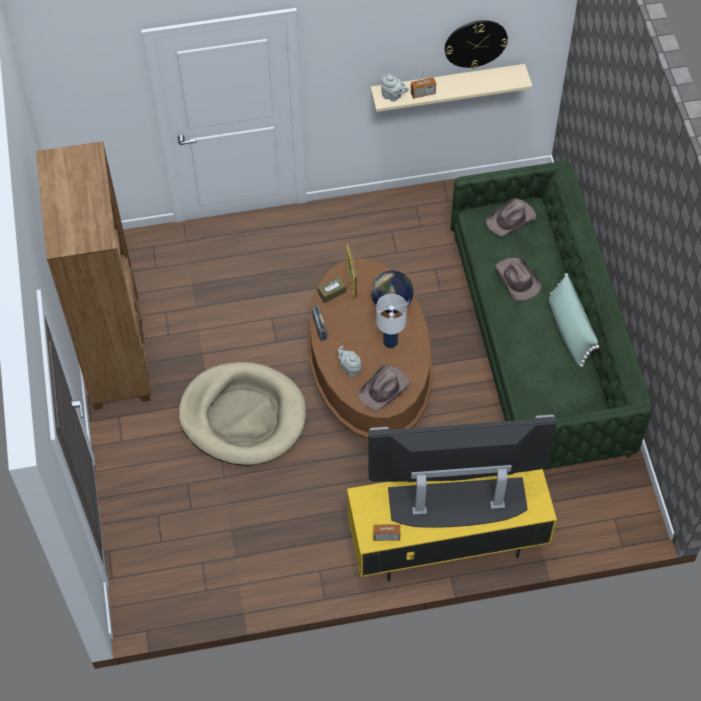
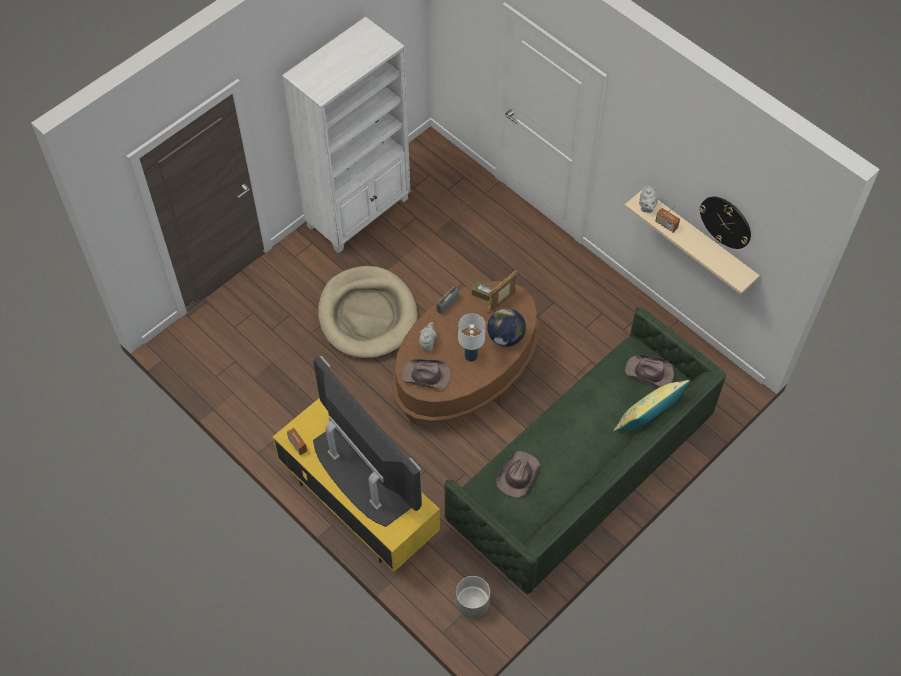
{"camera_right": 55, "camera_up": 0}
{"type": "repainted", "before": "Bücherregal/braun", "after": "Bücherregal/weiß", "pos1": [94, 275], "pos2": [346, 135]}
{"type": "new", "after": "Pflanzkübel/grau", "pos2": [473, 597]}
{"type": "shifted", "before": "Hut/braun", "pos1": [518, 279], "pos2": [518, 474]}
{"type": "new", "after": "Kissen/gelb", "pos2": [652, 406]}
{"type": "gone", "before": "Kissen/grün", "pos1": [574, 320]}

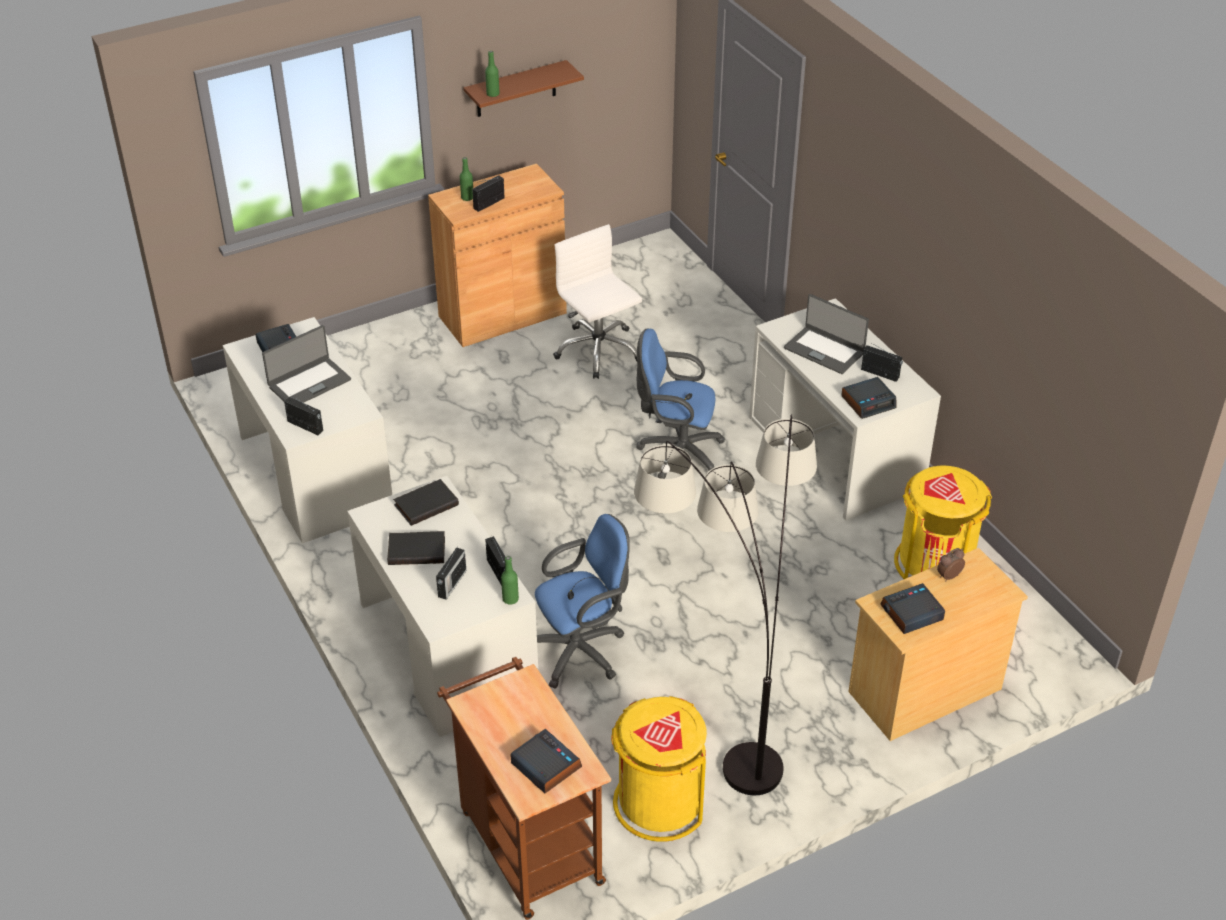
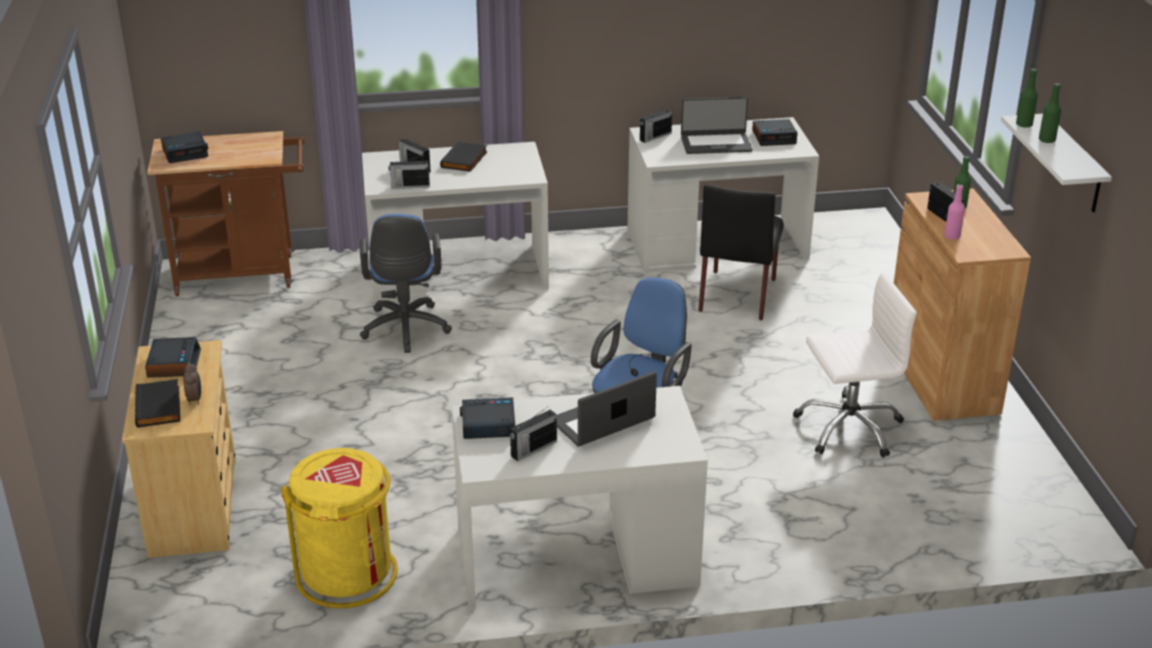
{"camera_right": 110, "camera_up": -10}
{"type": "shifted", "before": "Buch/schwarz", "pos1": [426, 502], "pos2": [157, 403]}
{"type": "rotated", "before": "Wecker", "pos1": [868, 398], "pos2": [487, 418], "turn": 90}
{"type": "rotated", "before": "Laptop", "pos1": [306, 364], "pos2": [717, 125], "turn": -75}
{"type": "new", "after": "Stuhl/schwarz", "pos2": [741, 252]}
{"type": "new", "after": "Flasche/rosa", "pos2": [955, 212]}
{"type": "repainted", "before": "Wandregal/braun", "after": "Wandregal/weiß", "pos1": [523, 88], "pos2": [1056, 163]}
{"type": "shifted", "before": "Flasche/grün", "pos1": [510, 580], "pos2": [1050, 113]}
{"type": "gone", "before": "Mülleimer/gelb", "pos1": [659, 769]}
{"type": "gone", "before": "Stehlampe", "pos1": [725, 605]}

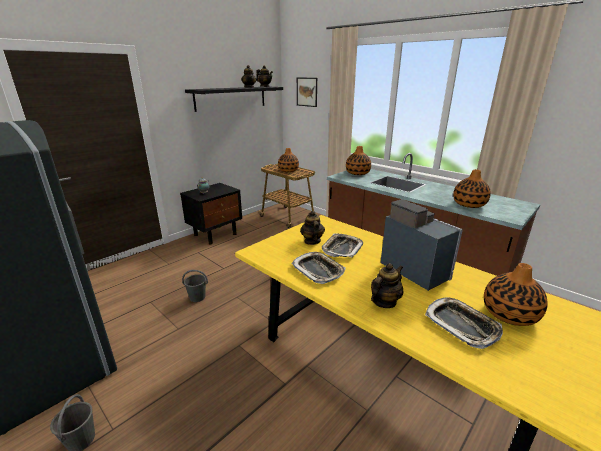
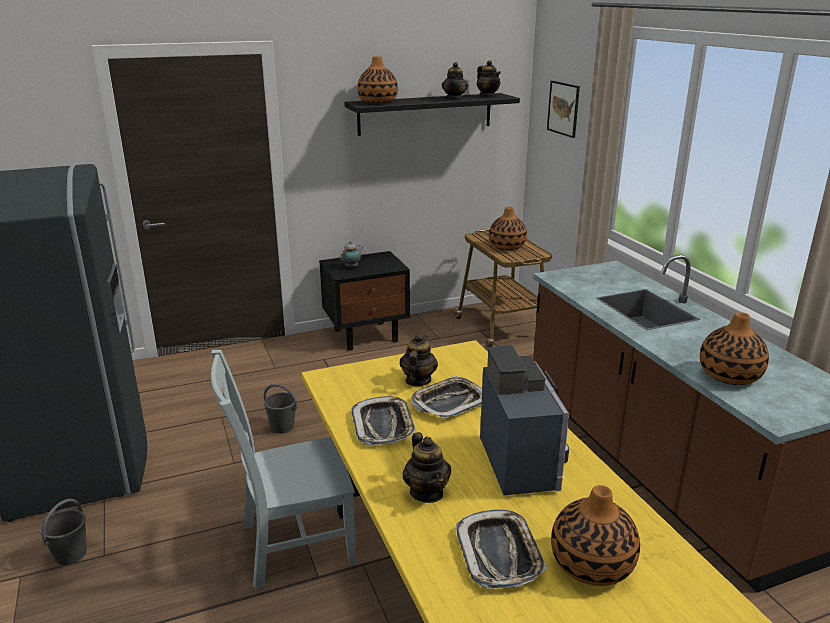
{"camera_right": 25, "camera_up": 0}
{"type": "new", "after": "Stuhl/grau", "pos2": [284, 469]}
{"type": "shifted", "before": "Vase", "pos1": [358, 160], "pos2": [377, 80]}
{"type": "rotated", "before": "Teekanne", "pos1": [387, 285], "pos2": [427, 467], "turn": 90}

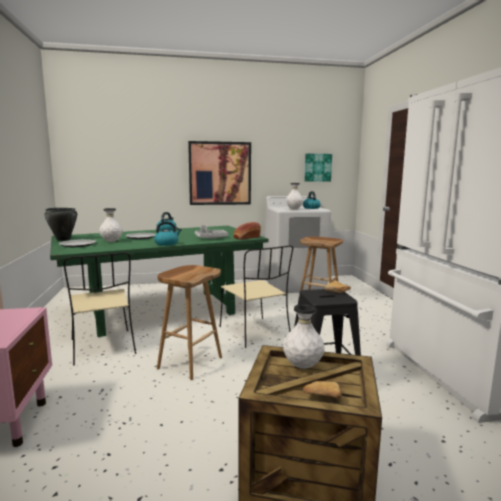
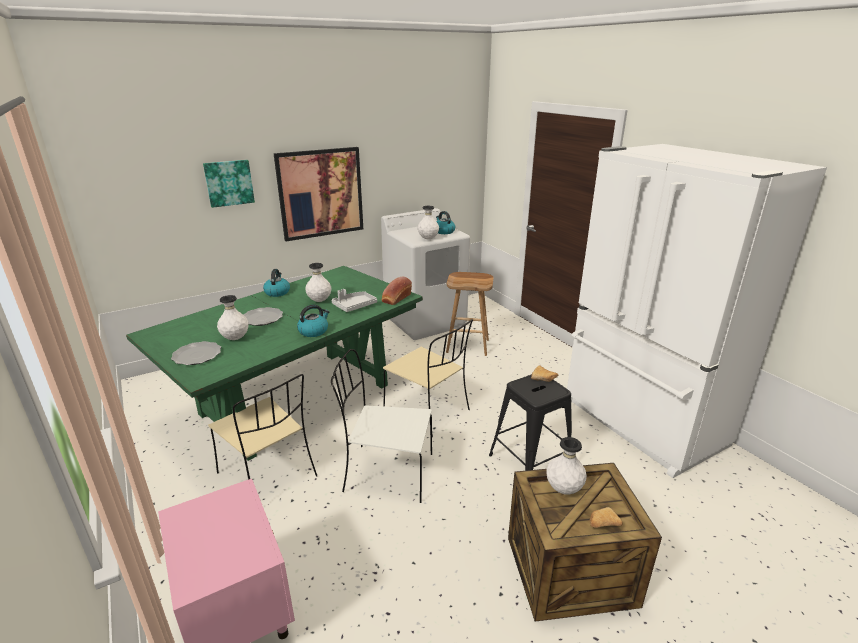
{"camera_right": -20, "camera_up": 15}
{"type": "shifted", "before": "Bild", "pos1": [318, 168], "pos2": [229, 184]}
{"type": "new", "after": "Vase/weiß", "pos2": [318, 282]}
{"type": "swapped", "before": "Hocker/braun", "after": "Stuhl/weiß", "pos1": [189, 322], "pos2": [381, 426]}
{"type": "gone", "before": "Kochtopf/schwarz", "pos1": [60, 224]}

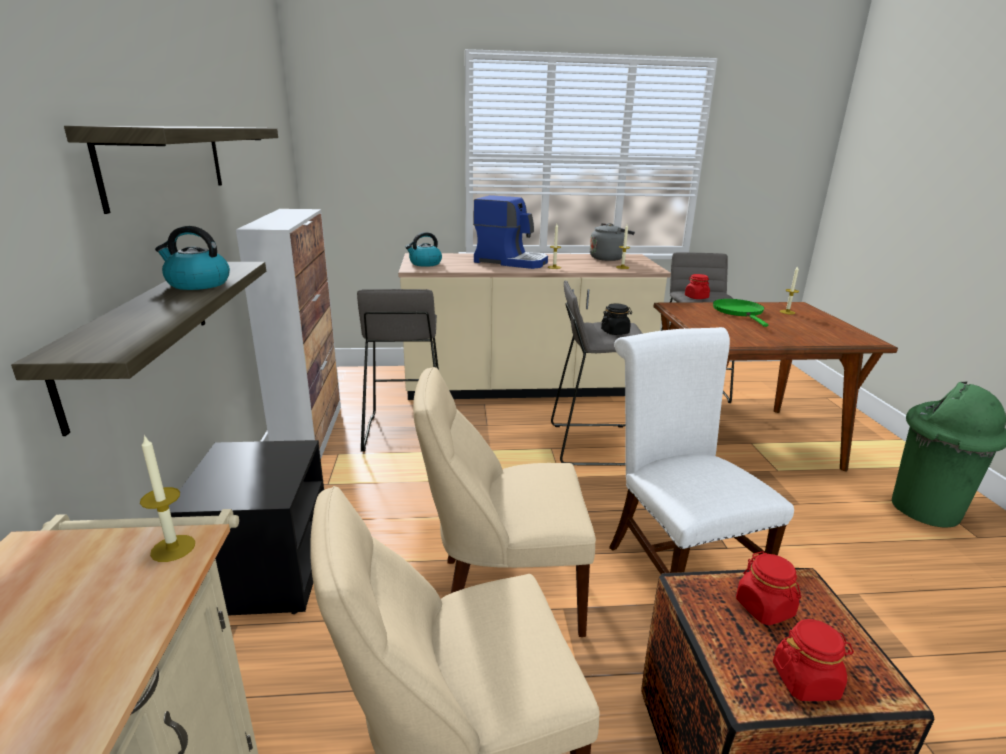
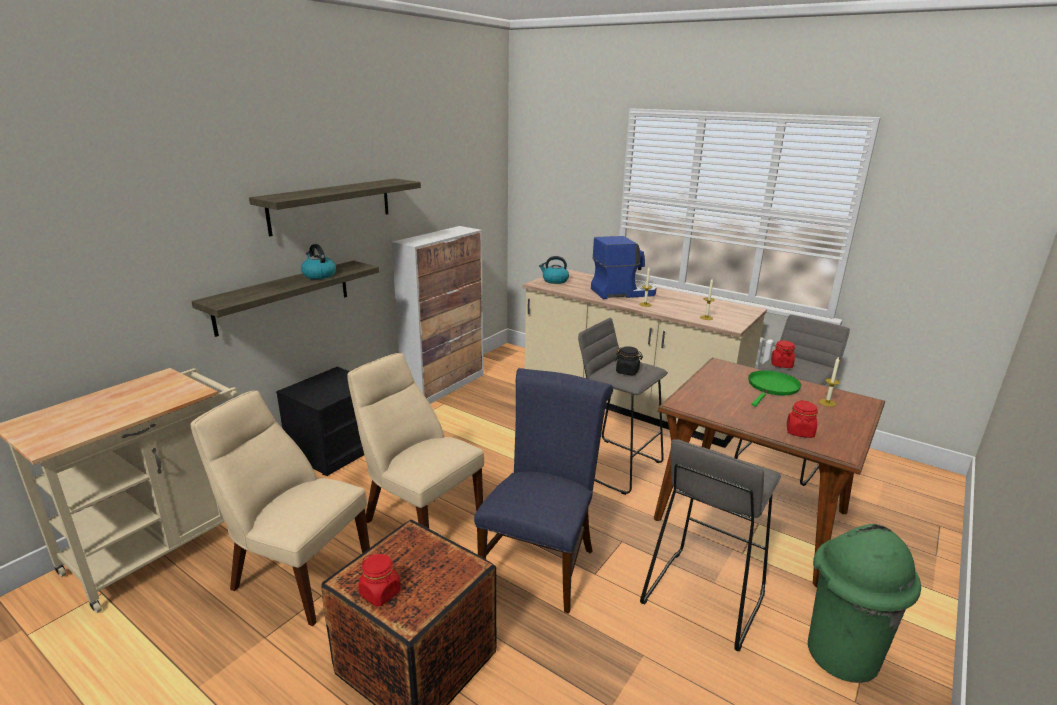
{"camera_right": 40, "camera_up": 0}
{"type": "repainted", "before": "Stuhl/weiß", "after": "Stuhl/blau", "pos1": [701, 450], "pos2": [543, 491]}
{"type": "rotated", "before": "Kaffeemaschine", "pos1": [511, 232], "pos2": [623, 267], "turn": -75}
{"type": "shifted", "before": "Hocker/grau", "pos1": [398, 370], "pos2": [710, 545]}
{"type": "shifted", "before": "Vorratsglas/rot", "pos1": [768, 588], "pos2": [802, 419]}
{"type": "gone", "before": "Kerze", "pos1": [167, 498]}
{"type": "gone", "before": "Wasserkessel/grau", "pos1": [612, 242]}

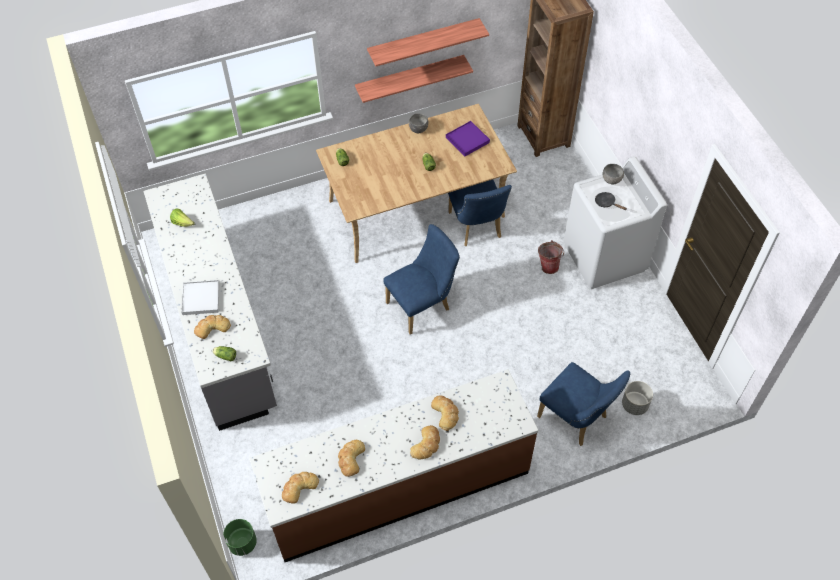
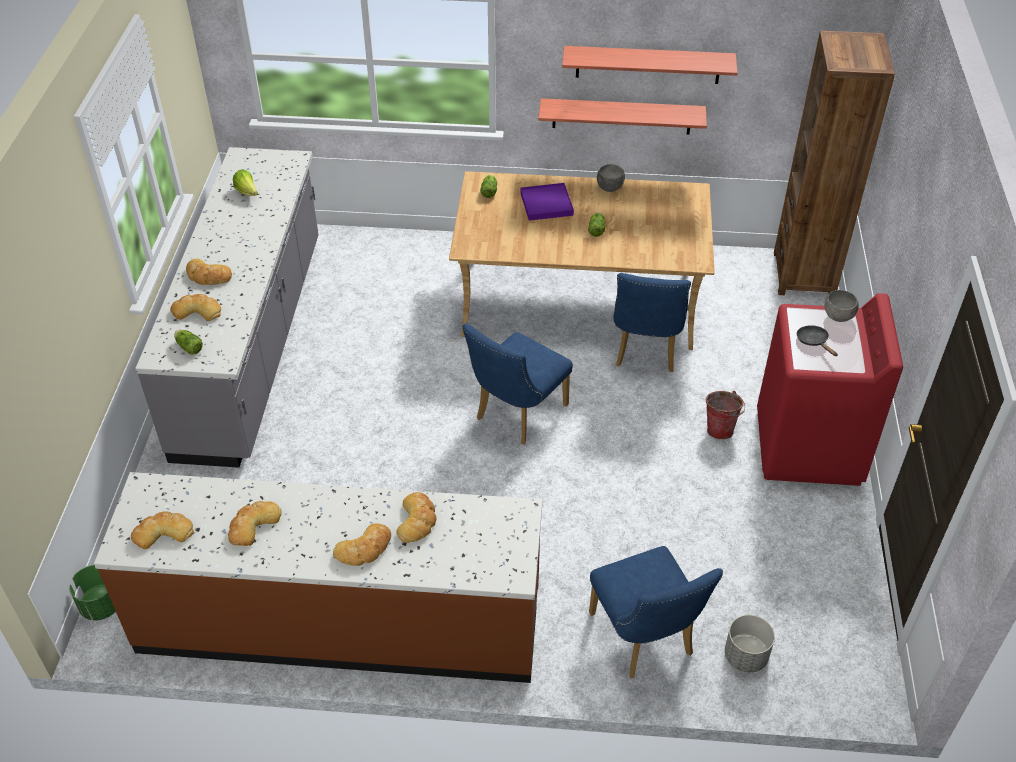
{"camera_right": 25, "camera_up": -10}
{"type": "swapped", "before": "Tablett/weiß", "after": "Brot", "pos1": [200, 297], "pos2": [209, 272]}
{"type": "rotated", "before": "Stuhl/blau", "pos1": [421, 279], "pos2": [517, 384], "turn": 135}
{"type": "shifted", "before": "Tablett/lila", "pos1": [468, 139], "pos2": [547, 202]}
{"type": "repainted", "before": "Waschmaschine/weiß", "after": "Waschmaschine/rot", "pos1": [615, 222], "pos2": [830, 389]}

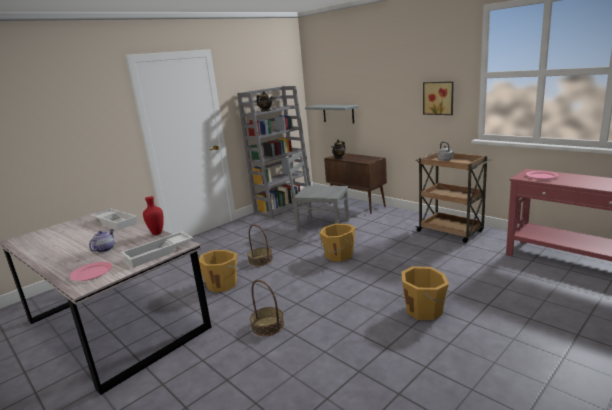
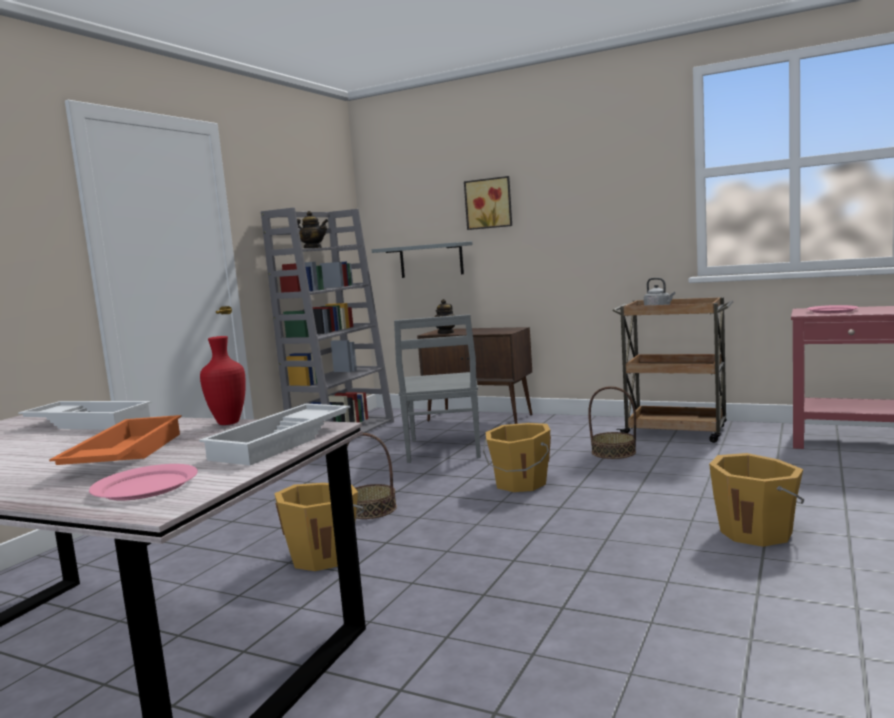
{"camera_right": -20, "camera_up": -10}
{"type": "swapped", "before": "Teekanne", "after": "Tablett/orange", "pos1": [101, 240], "pos2": [115, 440]}
{"type": "rotated", "before": "Stuhl/grau", "pos1": [317, 191], "pos2": [437, 388], "turn": -90}
{"type": "shifted", "before": "Bild", "pos1": [438, 98], "pos2": [488, 203]}
{"type": "shifted", "before": "Korb", "pos1": [267, 308], "pos2": [612, 422]}

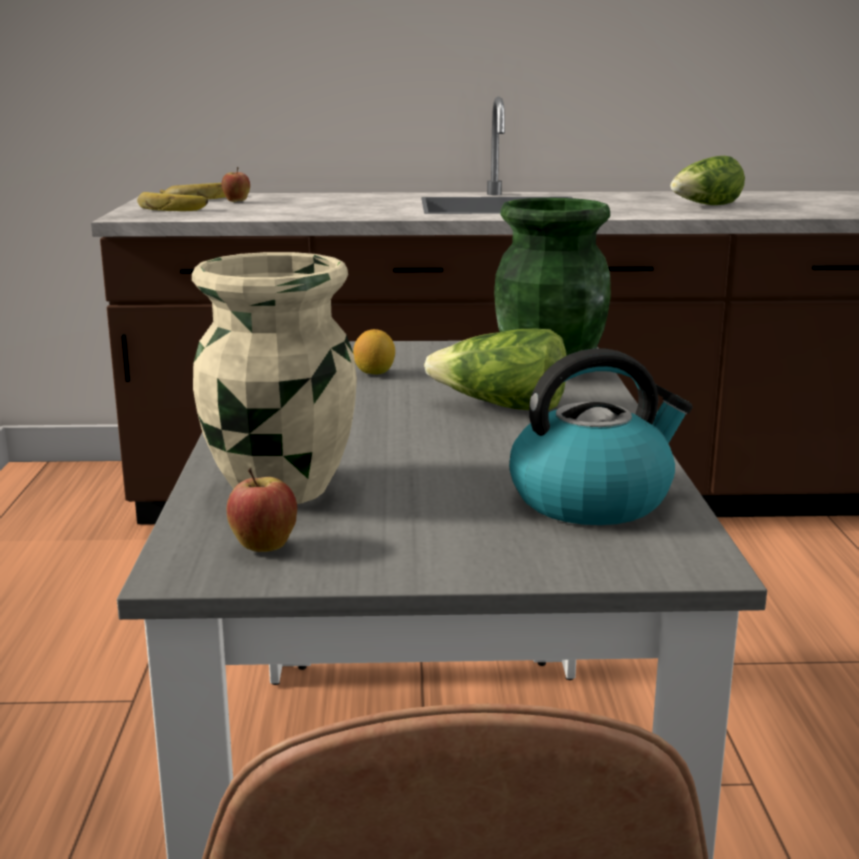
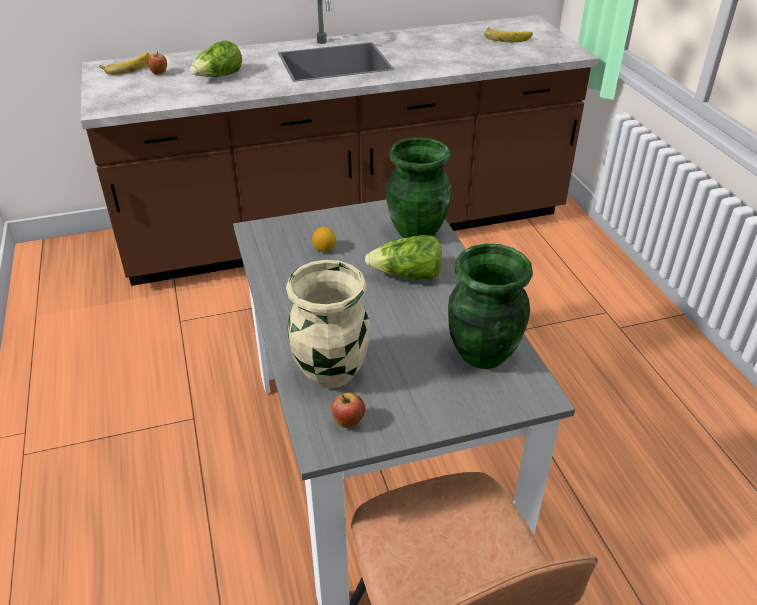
{"camera_right": -15, "camera_up": 20}
{"type": "shifted", "before": "Salatkopf", "pos1": [707, 180], "pos2": [216, 58]}
{"type": "swapped", "before": "Wasserkessel", "after": "Vase/grün", "pos1": [601, 437], "pos2": [490, 306]}
{"type": "shifted", "before": "Banane", "pos1": [172, 201], "pos2": [508, 34]}

